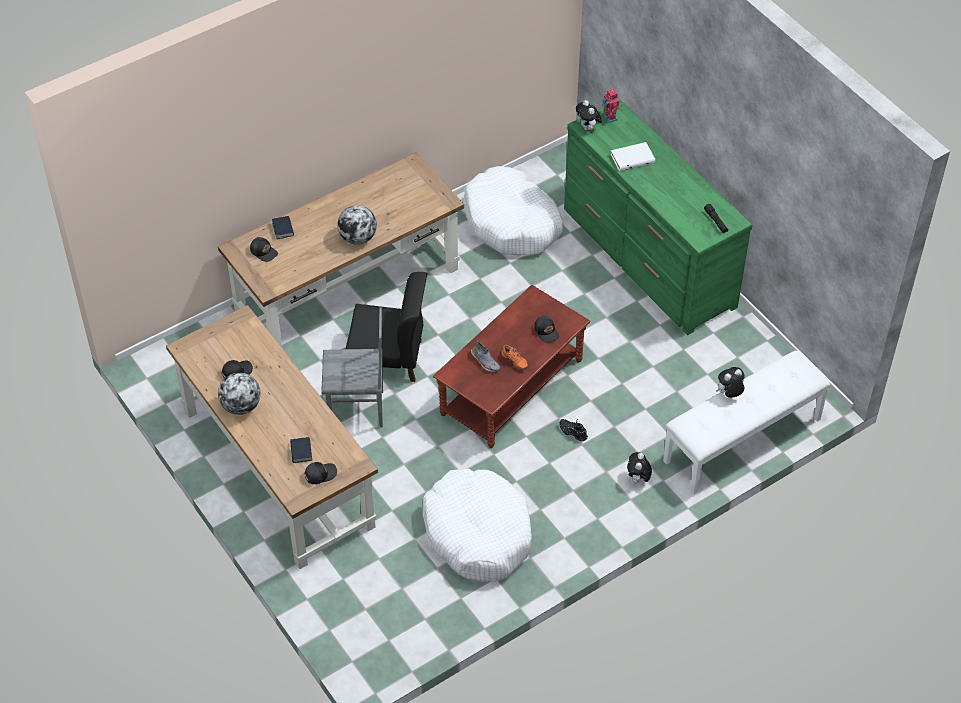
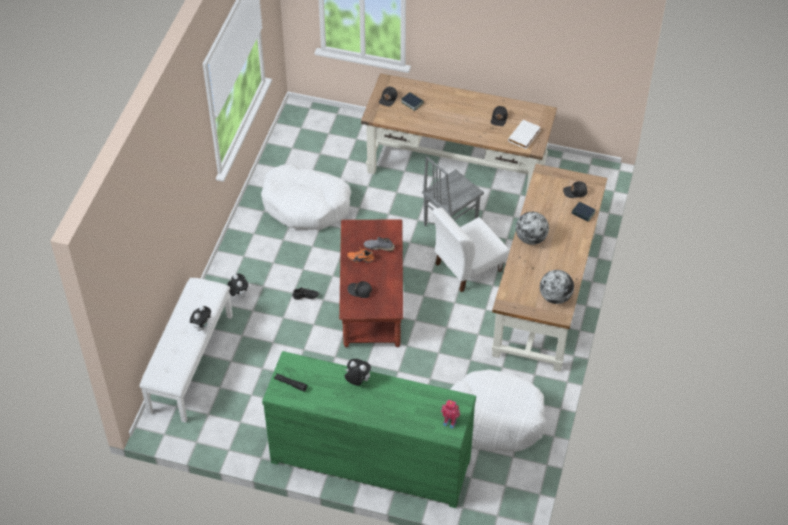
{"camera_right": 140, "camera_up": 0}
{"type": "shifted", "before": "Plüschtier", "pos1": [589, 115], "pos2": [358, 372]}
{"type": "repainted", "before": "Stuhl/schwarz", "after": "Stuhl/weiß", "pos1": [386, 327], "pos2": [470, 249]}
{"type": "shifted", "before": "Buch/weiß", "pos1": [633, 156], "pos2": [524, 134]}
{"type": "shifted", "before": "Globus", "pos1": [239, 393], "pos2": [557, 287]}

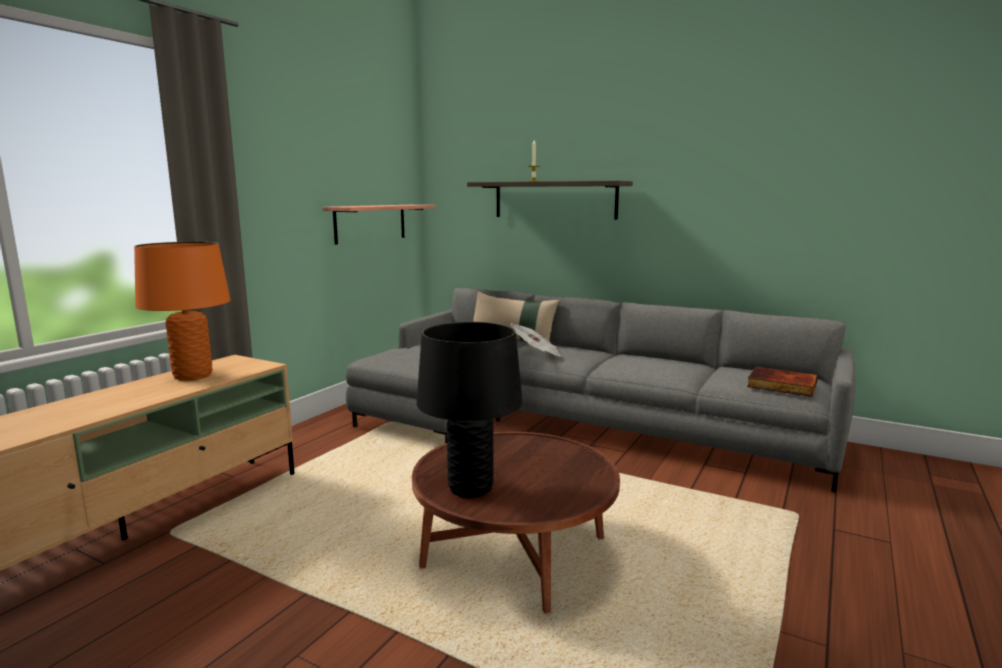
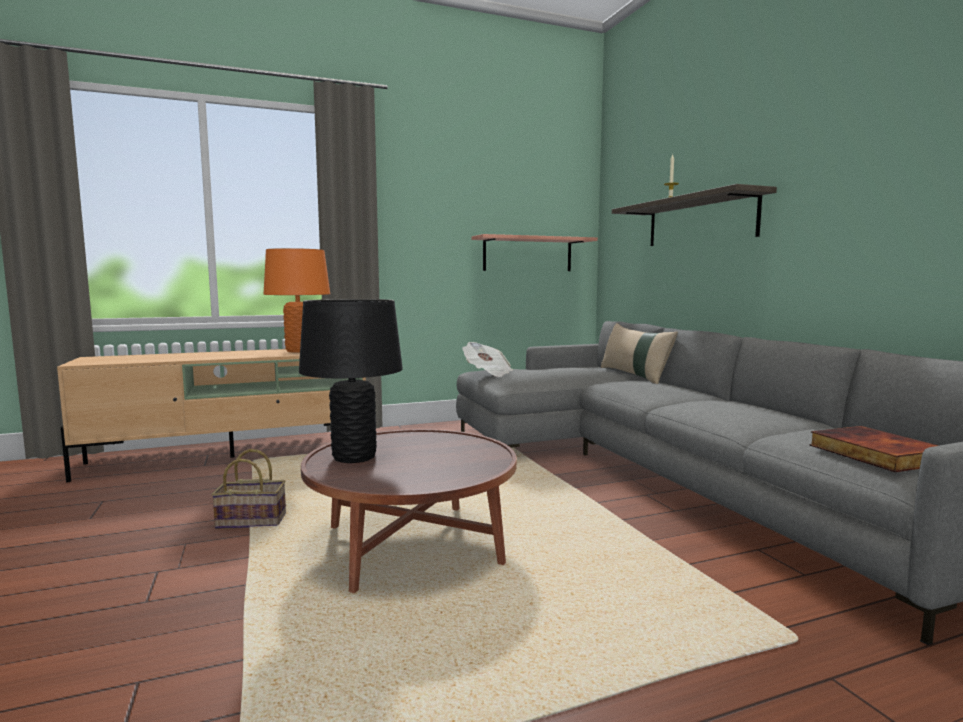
{"camera_right": 40, "camera_up": -5}
{"type": "new", "after": "Korb", "pos2": [248, 489]}
{"type": "shifted", "before": "Zeitung", "pos1": [535, 340], "pos2": [487, 359]}

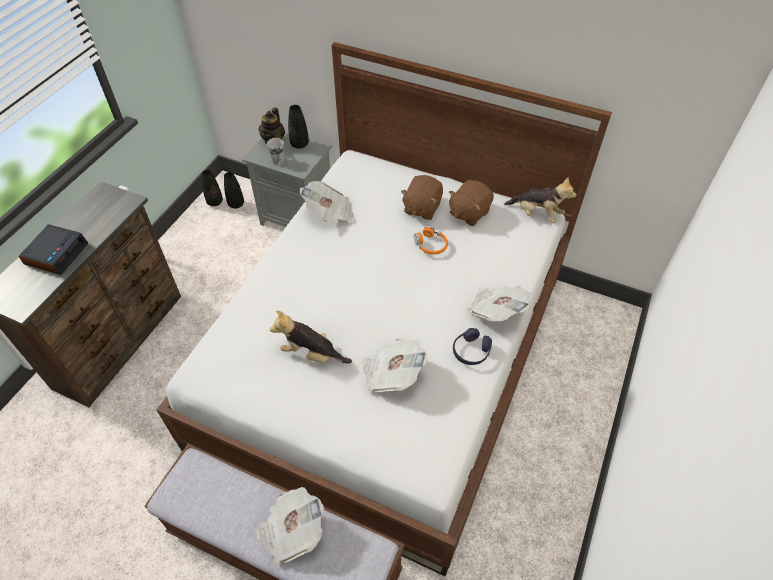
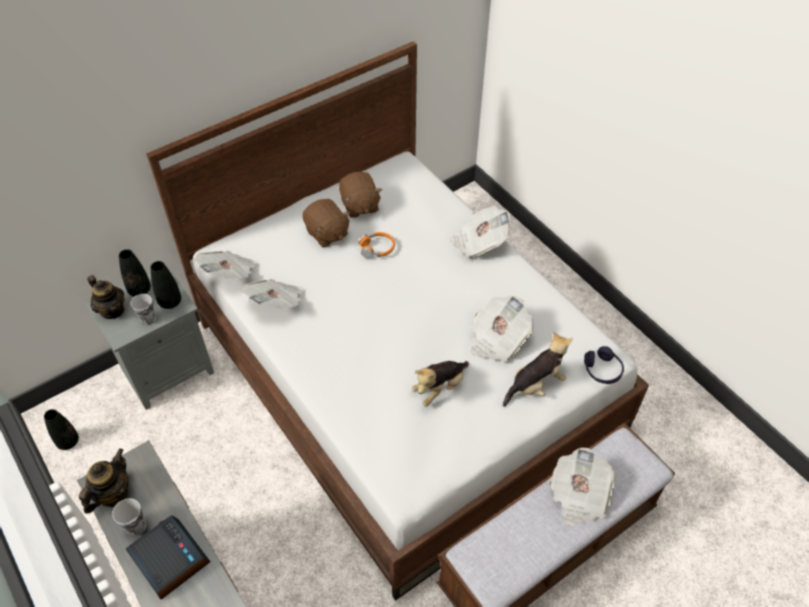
{"camera_right": -60, "camera_up": 0}
{"type": "new", "after": "Teekanne", "pos2": [104, 481]}
{"type": "new", "after": "Tasse", "pos2": [129, 517]}
{"type": "shifted", "before": "Vase/schwarz", "pos1": [234, 190], "pos2": [166, 285]}
{"type": "new", "after": "Zeitung", "pos2": [226, 265]}
{"type": "shifted", "before": "Plüschtier", "pos1": [540, 200], "pos2": [538, 369]}
{"type": "shifted", "before": "Kopfhörer/lila", "pos1": [472, 346], "pos2": [604, 365]}

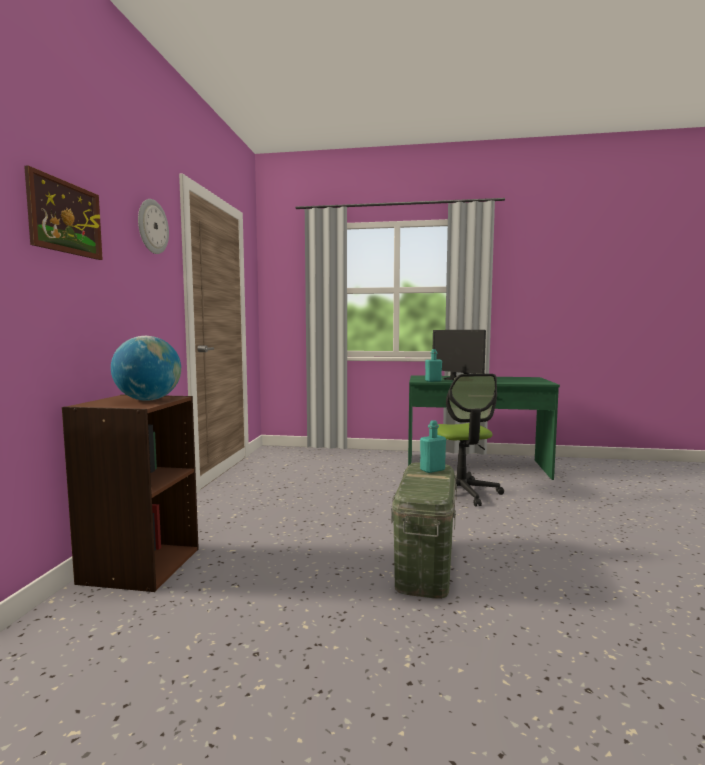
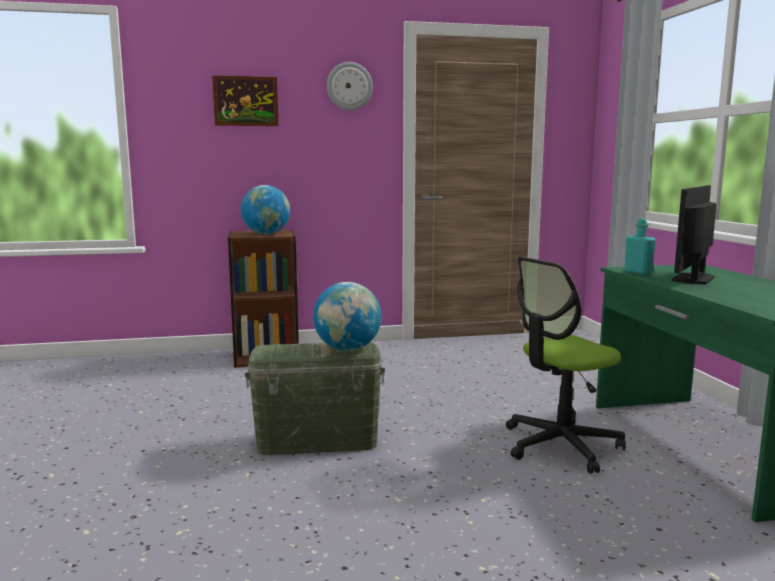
{"camera_right": 70, "camera_up": 5}
{"type": "swapped", "before": "Flasche/türkis", "after": "Globus", "pos1": [433, 446], "pos2": [347, 316]}

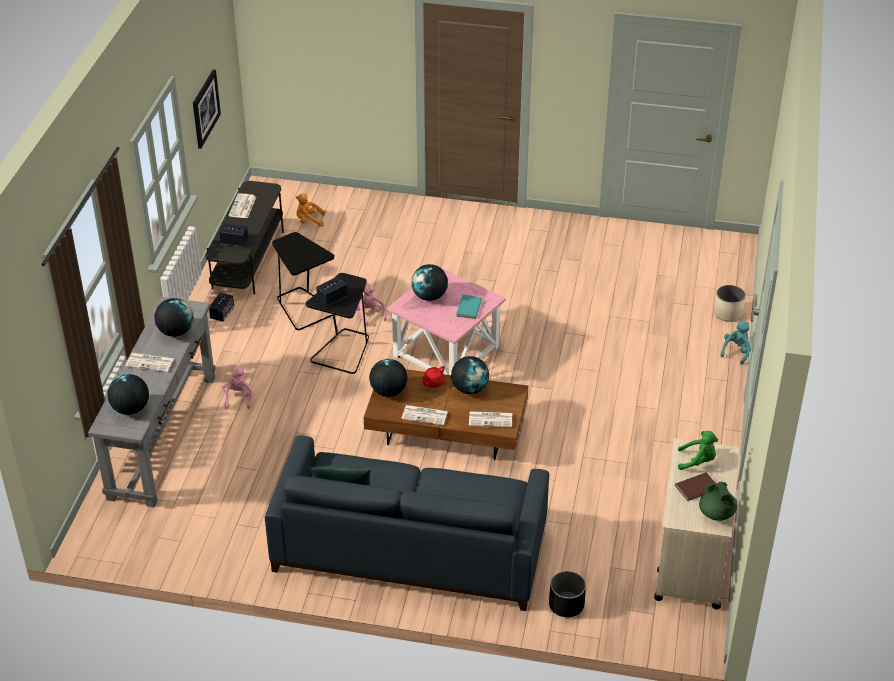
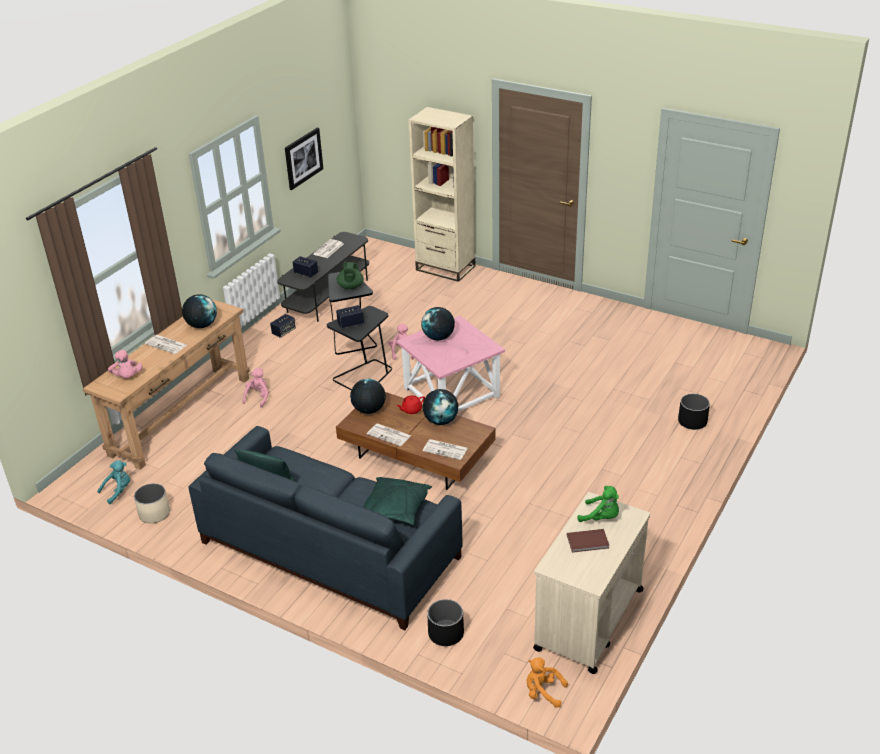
{"camera_right": 20, "camera_up": -5}
{"type": "repainted", "before": "Konsolentisch/grau", "after": "Konsolentisch/braun", "pos1": [152, 402], "pos2": [166, 384]}
{"type": "shifted", "before": "Plüschtier/türkis", "pos1": [735, 343], "pos2": [113, 482]}
{"type": "swapped", "before": "Globus", "after": "Plüschtier/rosa", "pos1": [128, 394], "pos2": [125, 364]}
{"type": "shifted", "before": "Pflanzkübel/beige", "pos1": [730, 303], "pos2": [152, 503]}
{"type": "shifted", "before": "Teekanne/grün", "pos1": [718, 501], "pos2": [350, 275]}
{"type": "new", "after": "Kissen/grün", "pos2": [398, 501]}
{"type": "new", "after": "Bücherregal/beige", "pos2": [441, 194]}
{"type": "shifted", "before": "Plüschtier/orange", "pos1": [310, 210], "pos2": [547, 682]}
{"type": "new", "after": "Pflanzkübel/schwarz", "pos2": [694, 412]}
{"type": "gone", "before": "Buch/türkis", "pos1": [469, 307]}

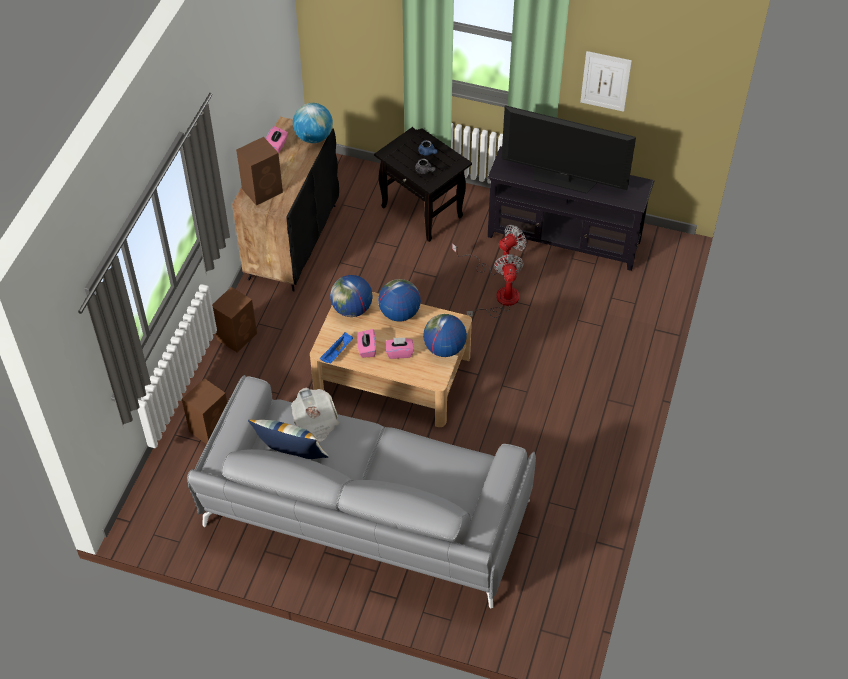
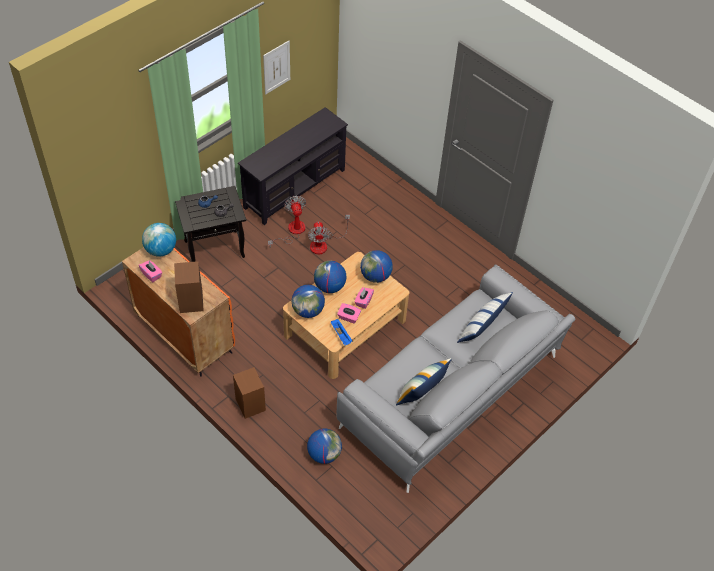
{"camera_right": -65, "camera_up": 0}
{"type": "repainted", "before": "Schrank/schwarz", "after": "Schrank/orange", "pos1": [285, 204], "pos2": [178, 312]}
{"type": "swapped", "before": "Lautsprecher/braun", "after": "Globus", "pos1": [204, 411], "pos2": [324, 446]}
{"type": "rotated", "before": "Ventilator", "pos1": [495, 286], "pos2": [329, 234], "turn": -120}
{"type": "new", "after": "Kissen", "pos2": [485, 317]}
{"type": "gone", "before": "Zeitung", "pos1": [315, 415]}
{"type": "gone", "before": "Fernseher", "pos1": [568, 149]}

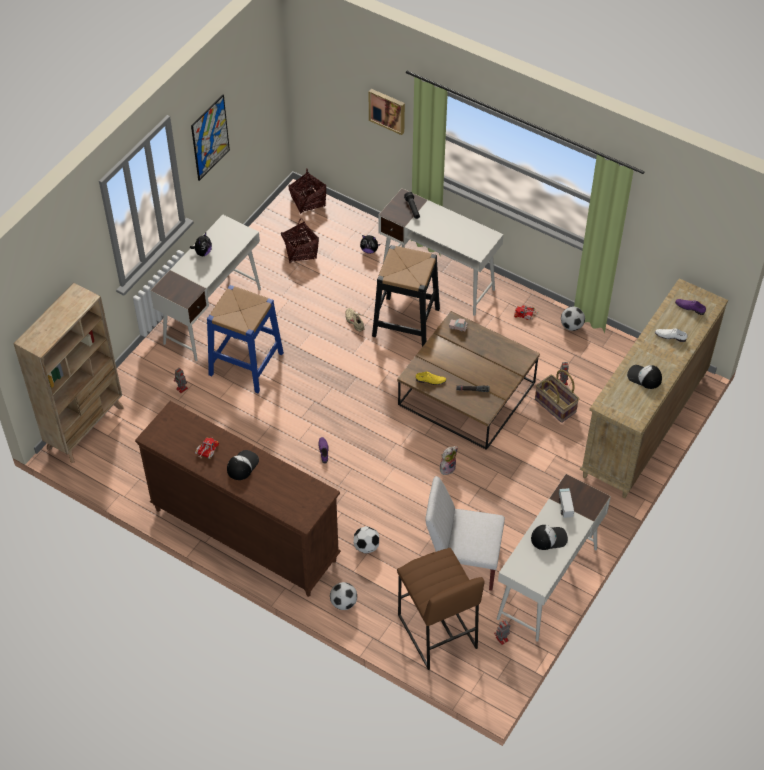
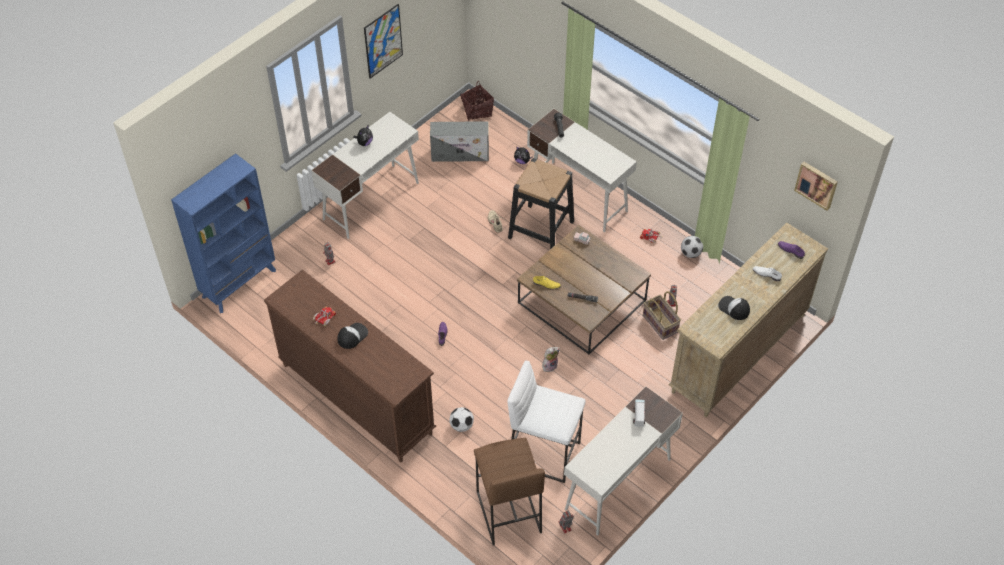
{"camera_right": 10, "camera_up": 0}
{"type": "repainted", "before": "Bücherregal/beige", "after": "Bücherregal/blau", "pos1": [68, 373], "pos2": [223, 233]}
{"type": "swapped", "before": "Korb", "after": "Aufbewahrungsbox/grau", "pos1": [300, 240], "pos2": [459, 141]}
{"type": "swapped", "before": "Stuhl/weiß", "after": "Hocker/weiß", "pos1": [465, 533], "pos2": [547, 421]}
{"type": "shifted", "before": "Bild", "pos1": [387, 112], "pos2": [816, 186]}
{"type": "gone", "before": "Hocker/blau", "pos1": [245, 339]}
{"type": "gone", "before": "Fußball", "pos1": [343, 596]}
{"type": "gone", "before": "Kappe", "pos1": [549, 537]}

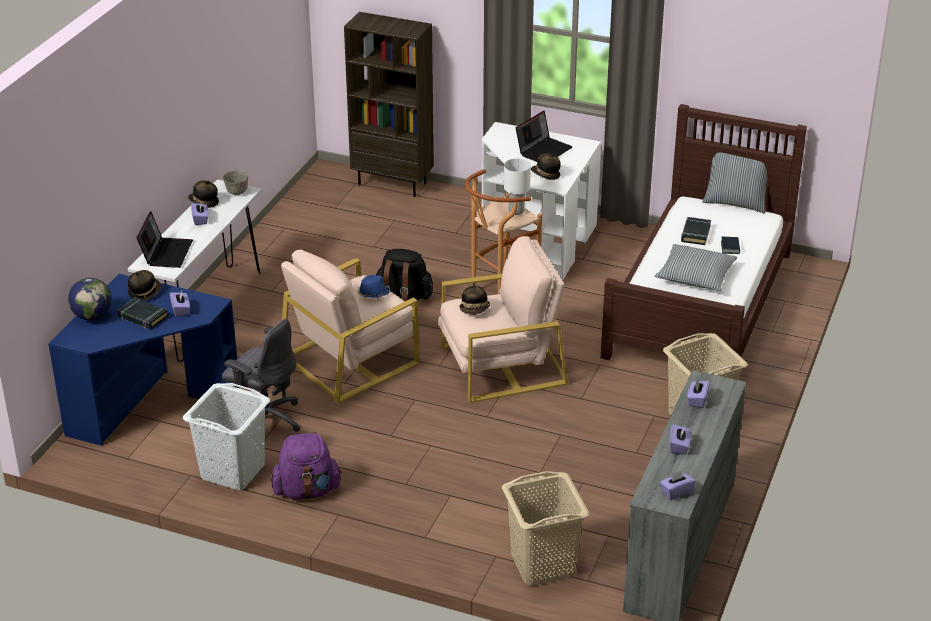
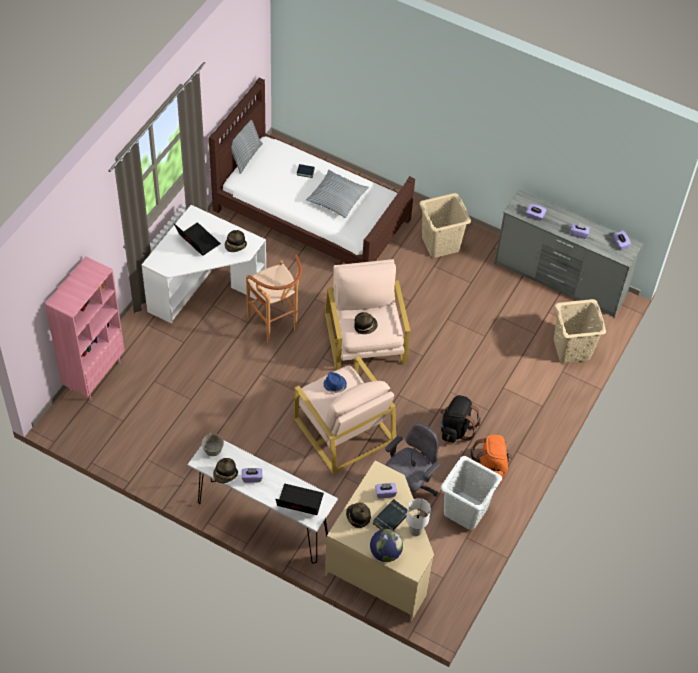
{"camera_right": -85, "camera_up": 20}
{"type": "repainted", "before": "Bücherregal/braun", "after": "Bücherregal/rosa", "pos1": [389, 104], "pos2": [85, 328]}
{"type": "repainted", "before": "Schreibtisch/blau", "after": "Schreibtisch/beige", "pos1": [144, 360], "pos2": [379, 540]}
{"type": "shifted", "before": "Tischlampe/weiß", "pos1": [517, 187], "pos2": [418, 517]}
{"type": "shifted", "before": "Rucksack/schwarz", "pos1": [404, 275], "pos2": [460, 419]}
{"type": "repainted", "before": "Rucksack/lila", "after": "Rucksack/orange", "pos1": [306, 466], "pos2": [492, 459]}
{"type": "gone", "before": "Buch/schwarz", "pos1": [696, 231]}

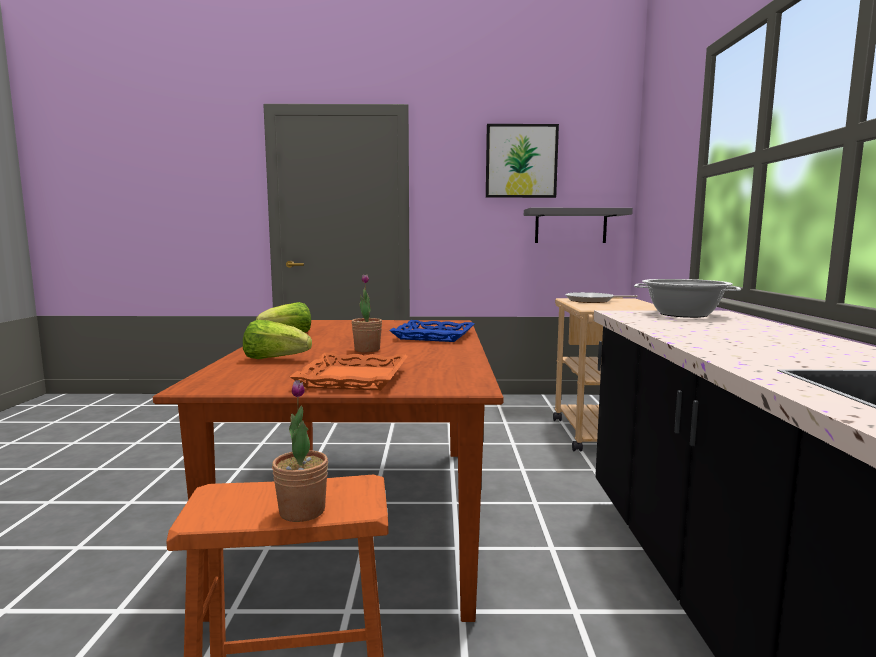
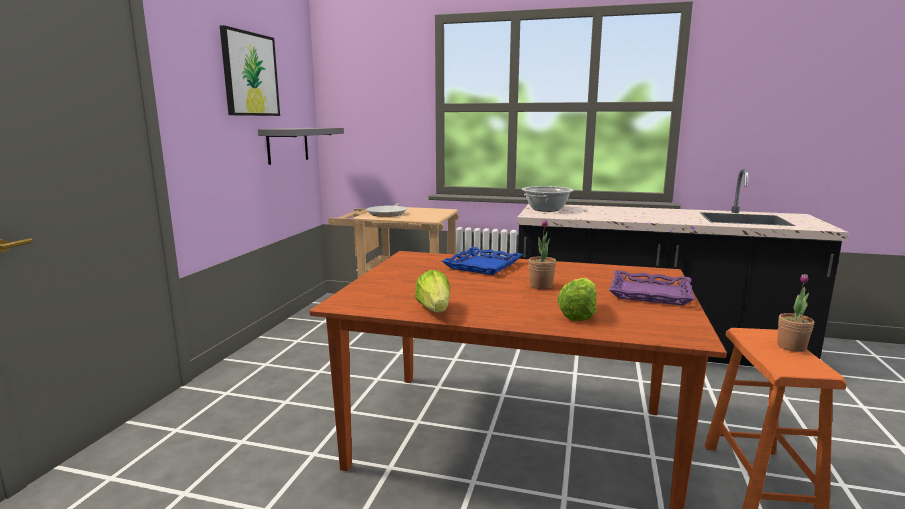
{"camera_right": -75, "camera_up": 5}
{"type": "repainted", "before": "Tablett/orange", "after": "Tablett/lila", "pos1": [349, 371], "pos2": [652, 288]}

